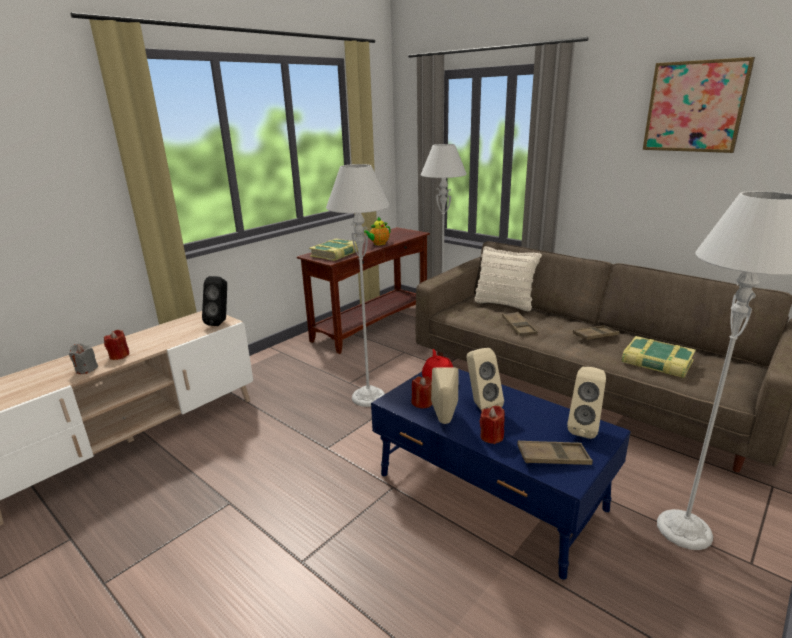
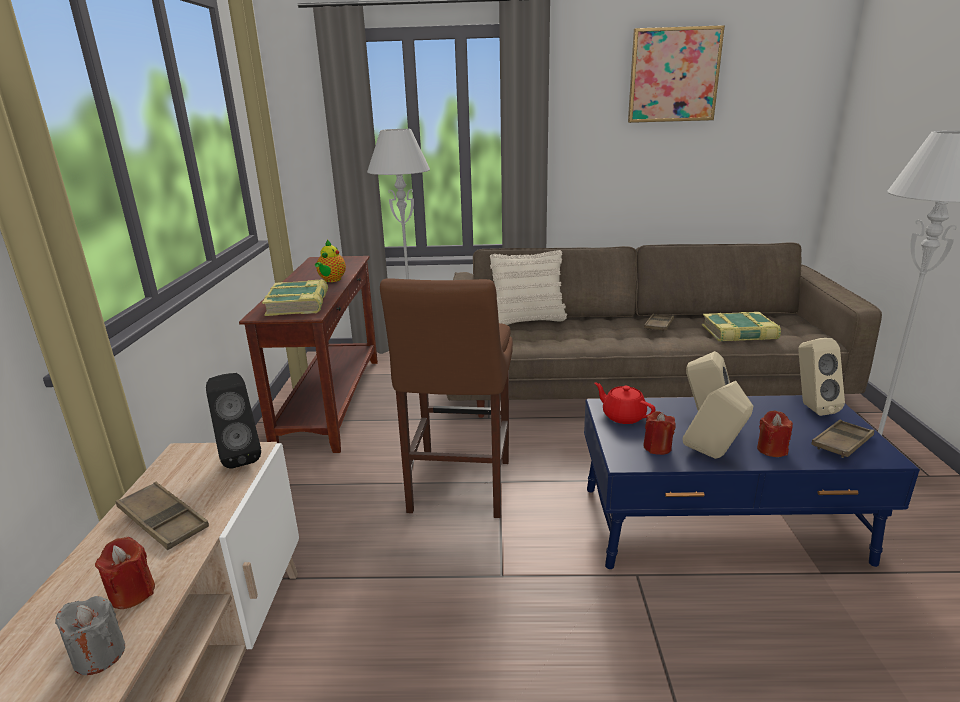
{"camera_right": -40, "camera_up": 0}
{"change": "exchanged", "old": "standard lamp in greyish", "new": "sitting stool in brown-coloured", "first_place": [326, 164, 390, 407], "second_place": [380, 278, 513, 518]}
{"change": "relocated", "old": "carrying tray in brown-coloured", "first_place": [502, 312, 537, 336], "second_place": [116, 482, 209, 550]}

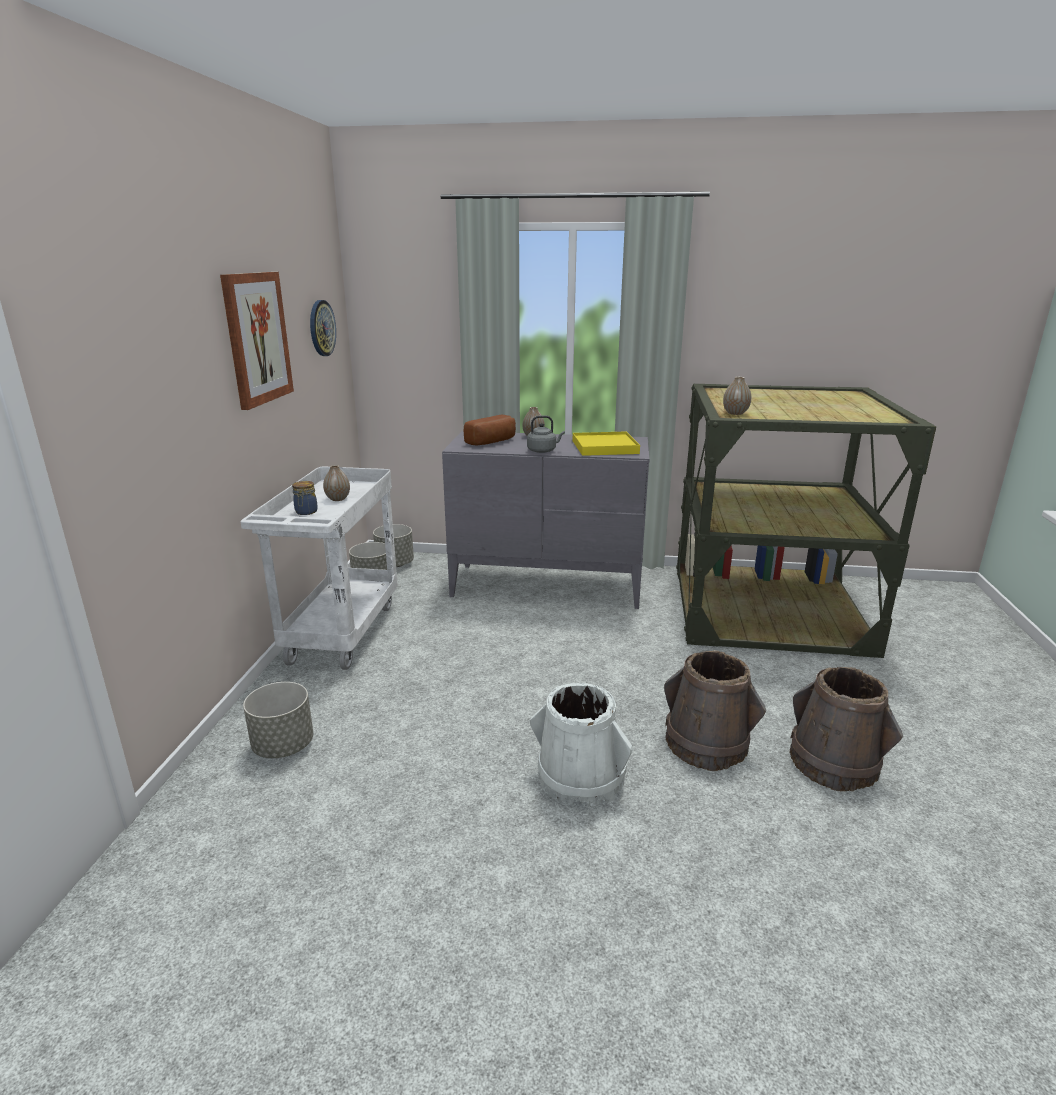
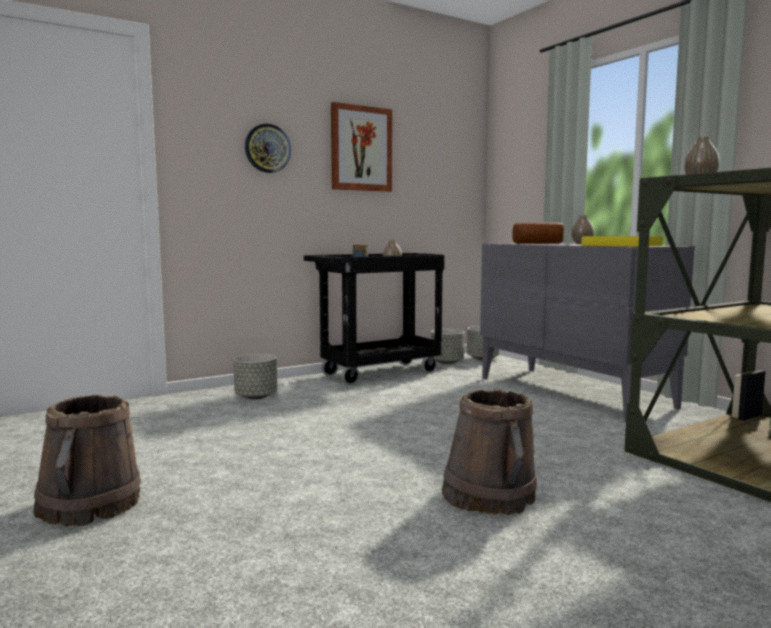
{"camera_right": 50, "camera_up": -15}
{"change": "relocated", "old": "hanging clock", "first_place": [310, 300, 336, 356], "second_place": [245, 124, 291, 173]}
{"change": "missing", "old": "tea kettle in greyish", "first_place": [527, 415, 565, 453]}
{"change": "colour", "old": "wheeled cart in white", "new": "wheeled cart in blackish", "first_place": [241, 467, 398, 670], "second_place": [304, 253, 445, 385]}
{"change": "relocated", "old": "bucket in brown-coloured", "first_place": [789, 667, 903, 791], "second_place": [33, 395, 141, 527]}
{"change": "missing", "old": "bucket in white", "first_place": [530, 683, 632, 808]}

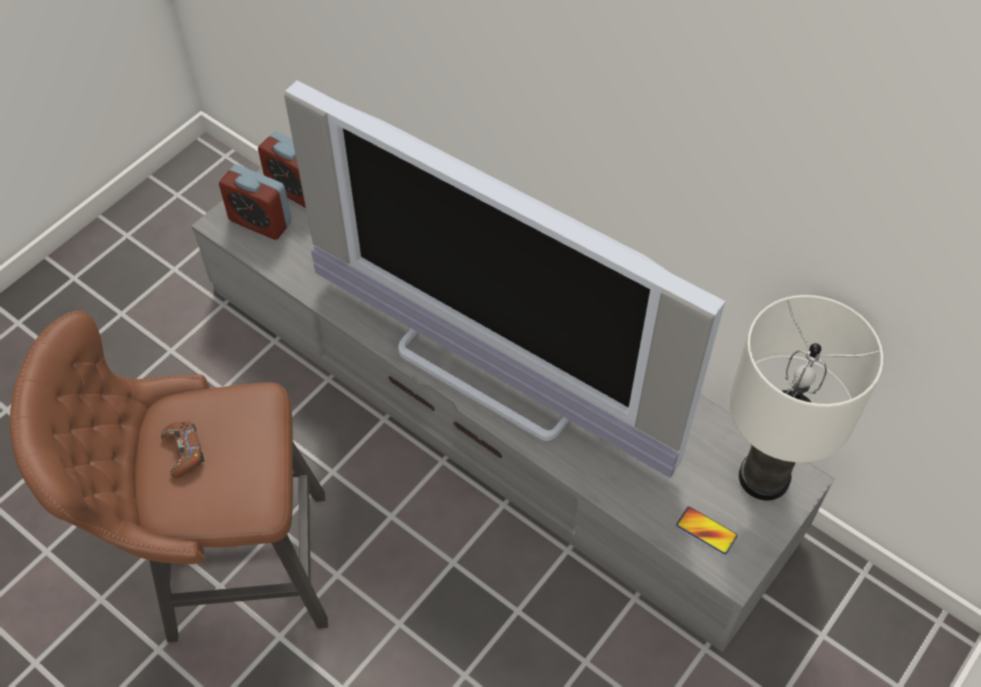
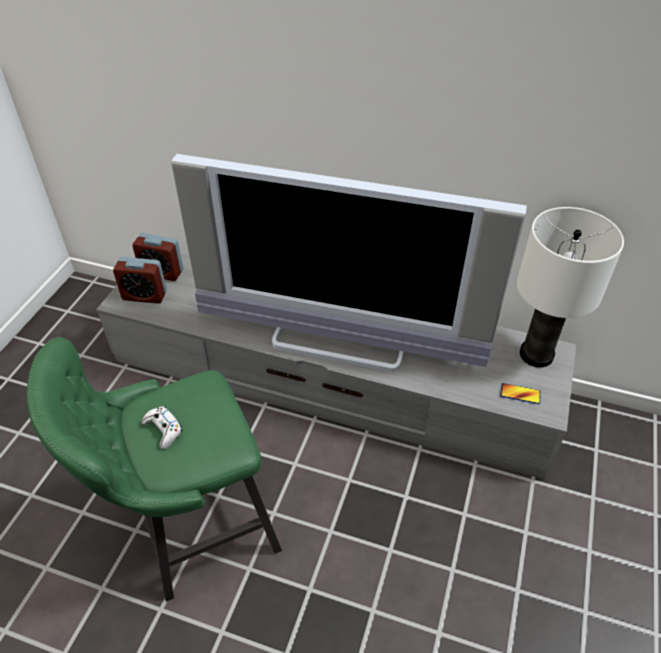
{"camera_right": -20, "camera_up": -10}
{"change": "colour", "old": "sitting stool in brown-coloured", "new": "sitting stool in green", "first_place": [10, 311, 328, 643], "second_place": [26, 337, 282, 602]}
{"change": "colour", "old": "gamepad in brown-coloured", "new": "gamepad in white", "first_place": [161, 422, 205, 478], "second_place": [142, 406, 183, 449]}

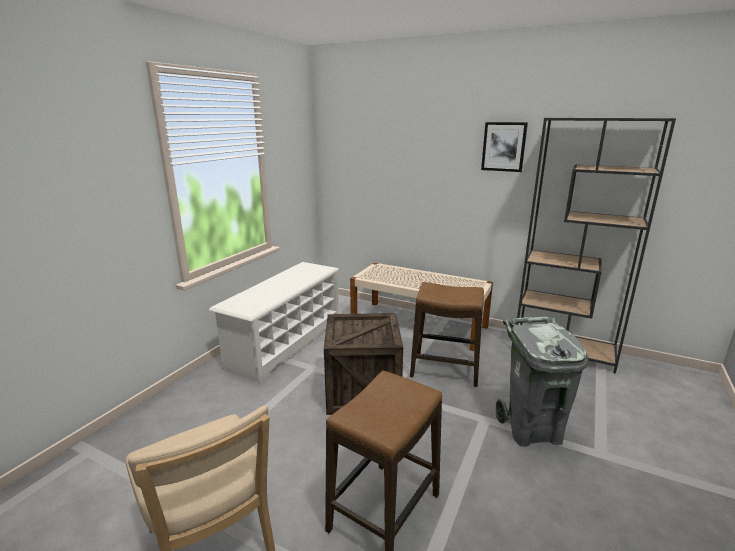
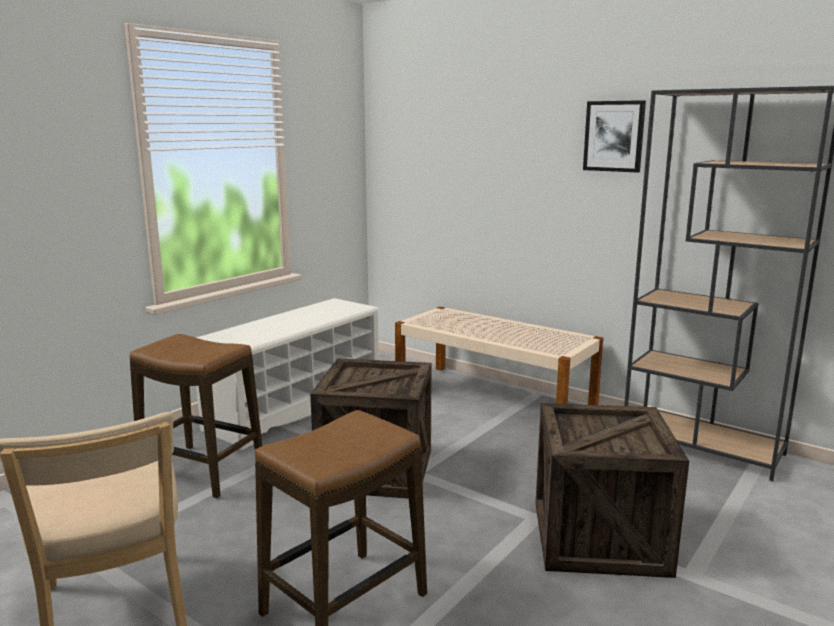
{"camera_right": 10, "camera_up": -5}
{"change": "relocated", "old": "sitting stool", "first_place": [410, 282, 484, 387], "second_place": [130, 334, 262, 498]}
{"change": "exchanged", "old": "rubbish bin in greyish", "new": "crate", "first_place": [496, 317, 588, 447], "second_place": [535, 403, 689, 578]}

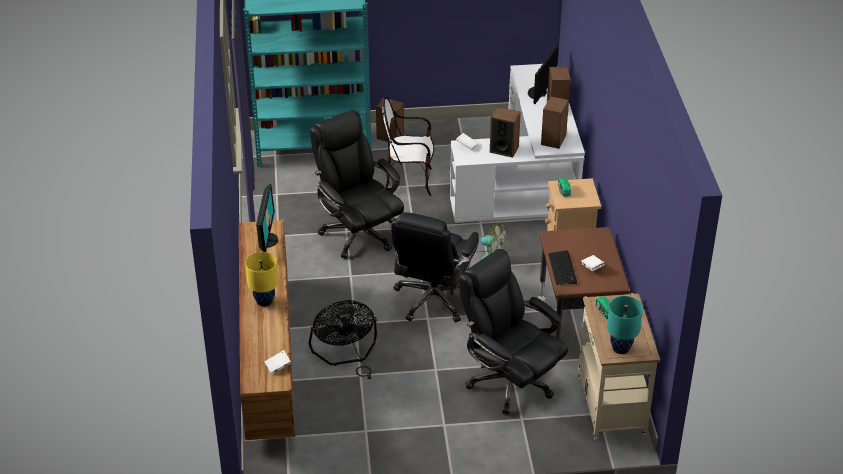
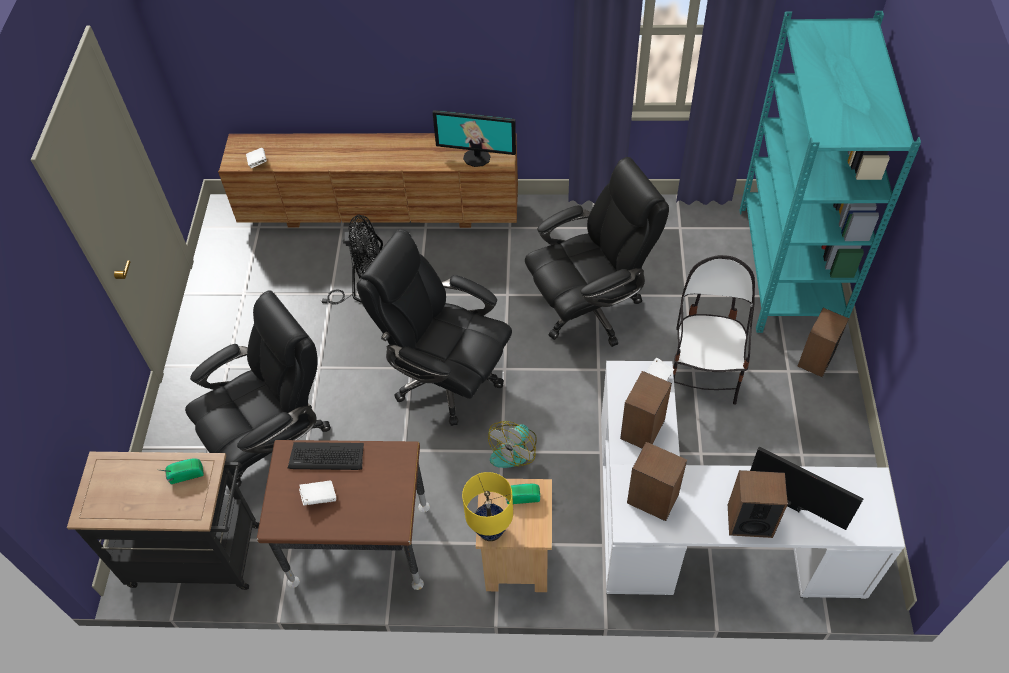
{"camera_right": 100, "camera_up": 15}
{"change": "relocated", "old": "tabletop lamp in yellowish", "first_place": [245, 252, 279, 307], "second_place": [462, 472, 513, 541]}
{"change": "colour", "old": "wheeled cart in beige-coloured", "new": "wheeled cart in blackish", "first_place": [578, 293, 660, 440], "second_place": [67, 452, 259, 590]}
{"change": "missing", "old": "tabletop lamp in blue-green", "first_place": [607, 296, 643, 354]}

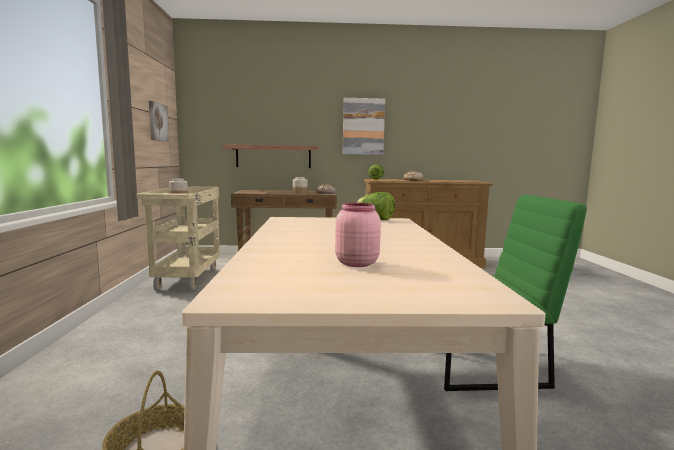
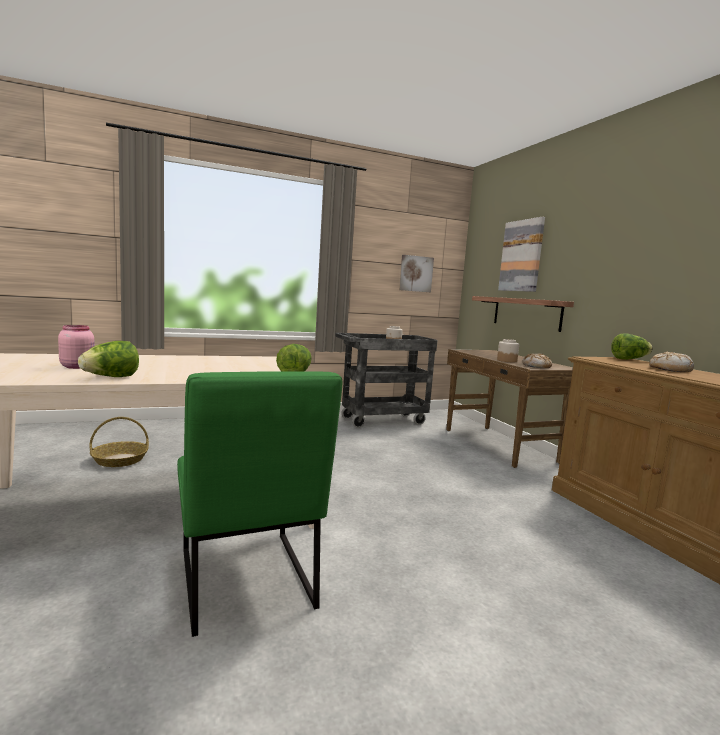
{"camera_right": 70, "camera_up": 0}
{"change": "relocated", "old": "picture", "first_place": [343, 98, 385, 155], "second_place": [498, 217, 545, 292]}
{"change": "colour", "old": "wheeled cart in beige-coloured", "new": "wheeled cart in blackish", "first_place": [137, 186, 220, 291], "second_place": [335, 333, 437, 428]}
{"change": "appeared", "new": "lettuce head", "second_place": [78, 341, 139, 377]}

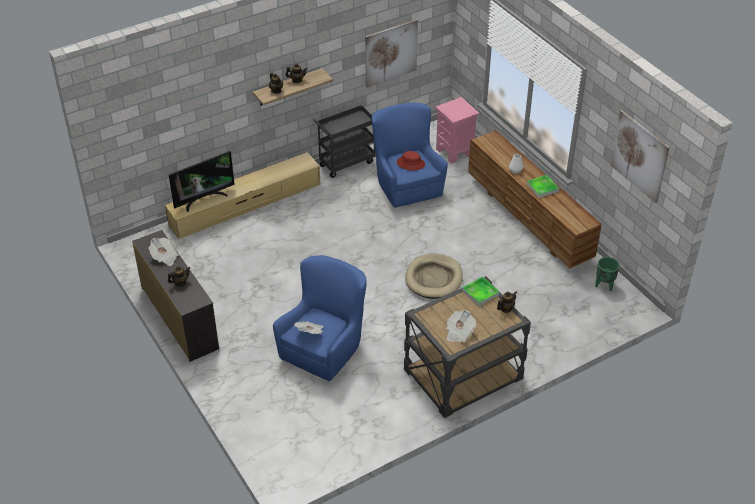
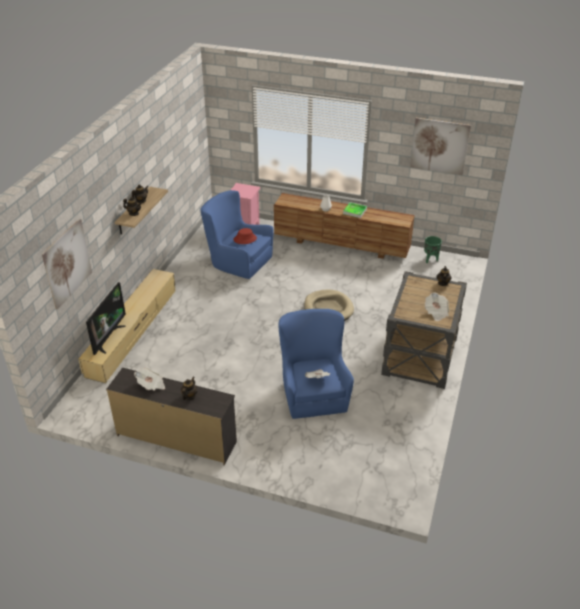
{"camera_right": -40, "camera_up": -5}
{"change": "relocated", "old": "picture", "first_place": [365, 19, 418, 88], "second_place": [42, 219, 92, 310]}
{"change": "missing", "old": "wheeled cart in greyish", "first_place": [313, 105, 376, 178]}
{"change": "missing", "old": "carrying tray", "first_place": [462, 277, 500, 306]}

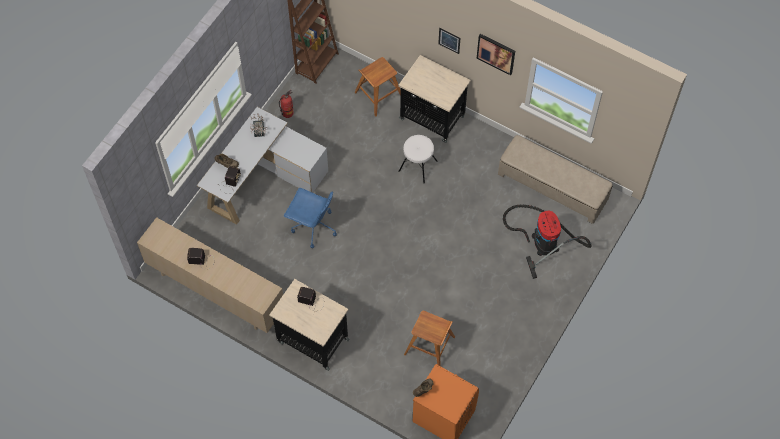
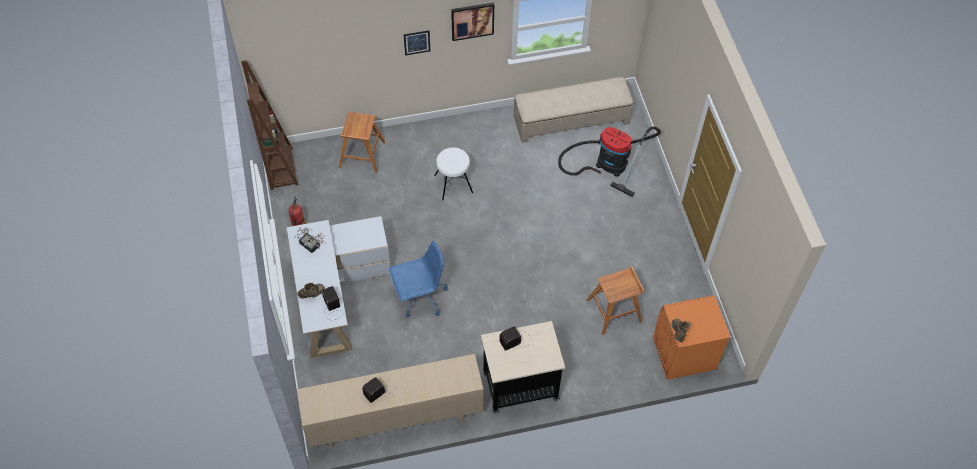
{"camera_right": -45, "camera_up": -5}
{"change": "missing", "old": "wheeled cart in blackish", "first_place": [398, 55, 471, 143]}

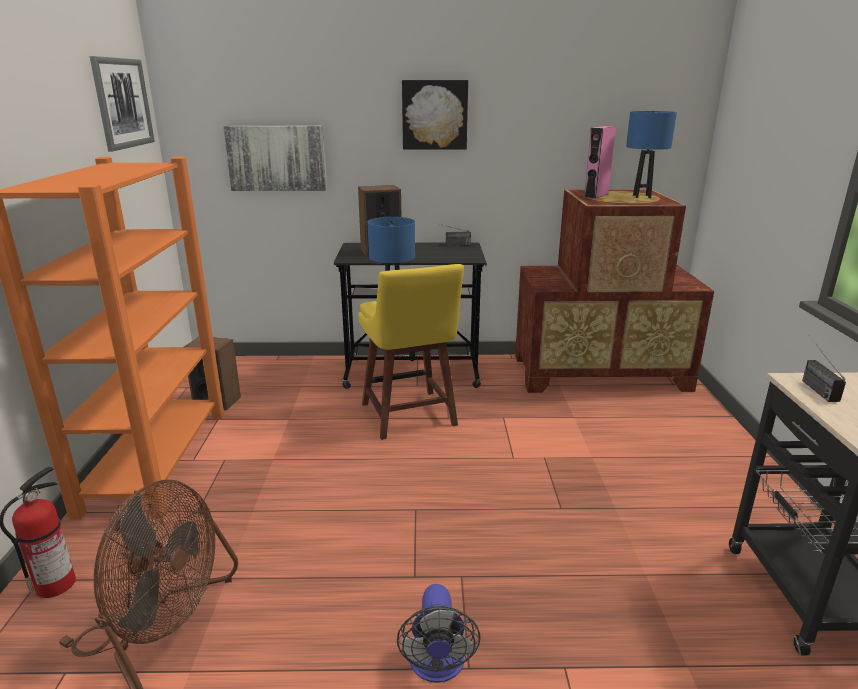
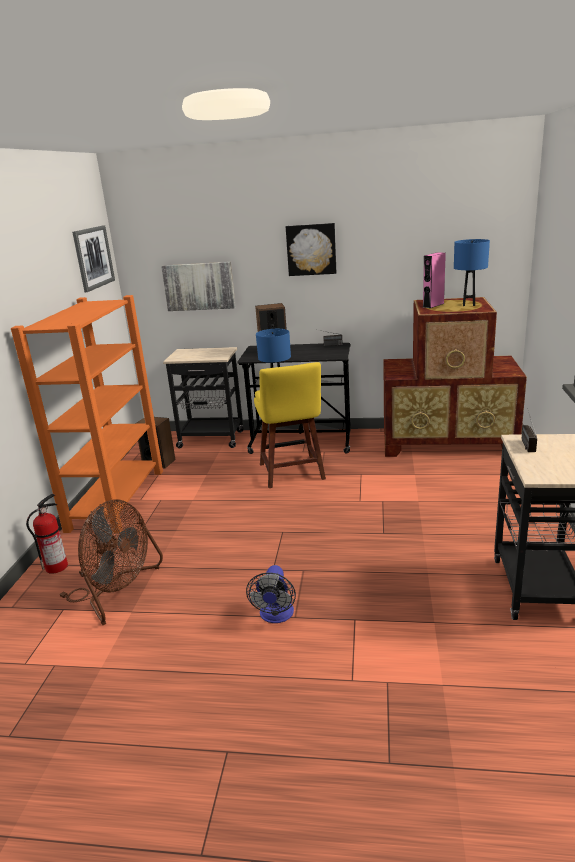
{"camera_right": 10, "camera_up": 0}
{"change": "appeared", "new": "wheeled cart", "second_place": [163, 347, 244, 448]}

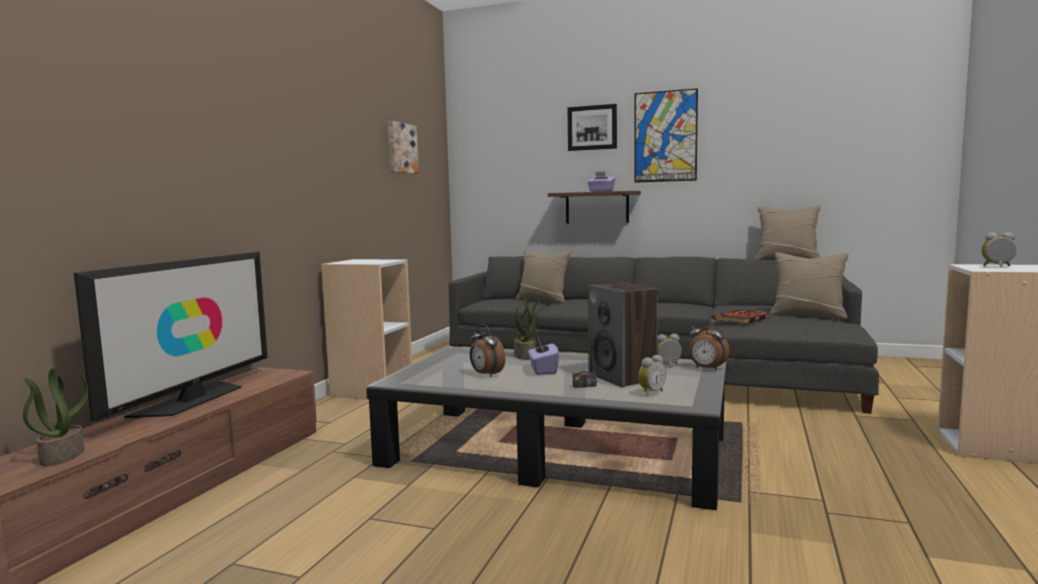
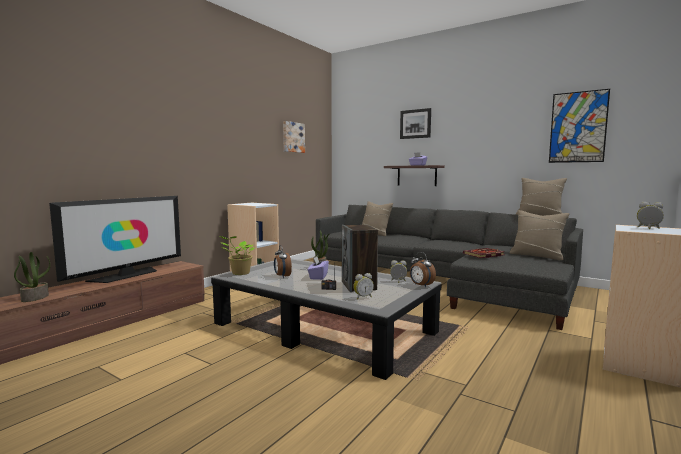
{"camera_right": 15, "camera_up": 0}
{"change": "relocated", "old": "picture", "first_place": [634, 88, 698, 183], "second_place": [549, 89, 610, 163]}
{"change": "appeared", "new": "potted plant", "second_place": [220, 236, 255, 275]}

